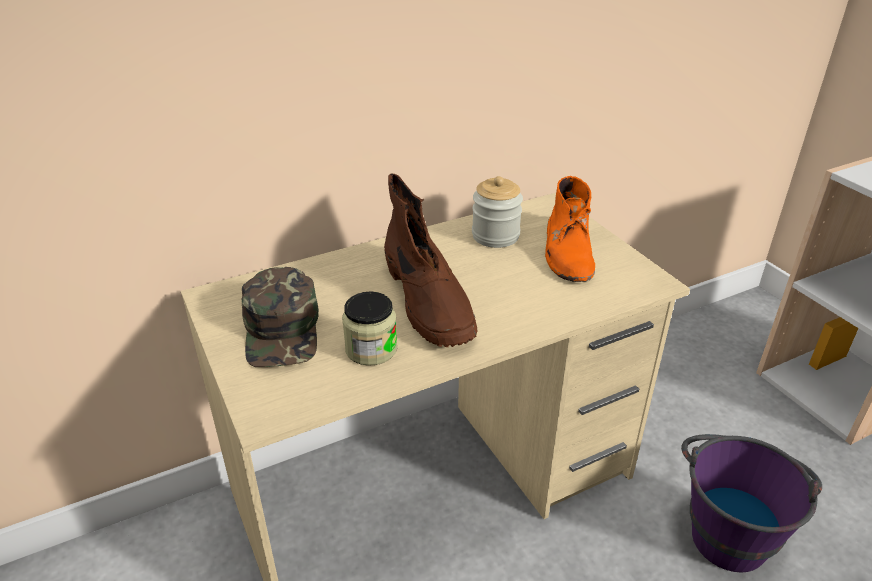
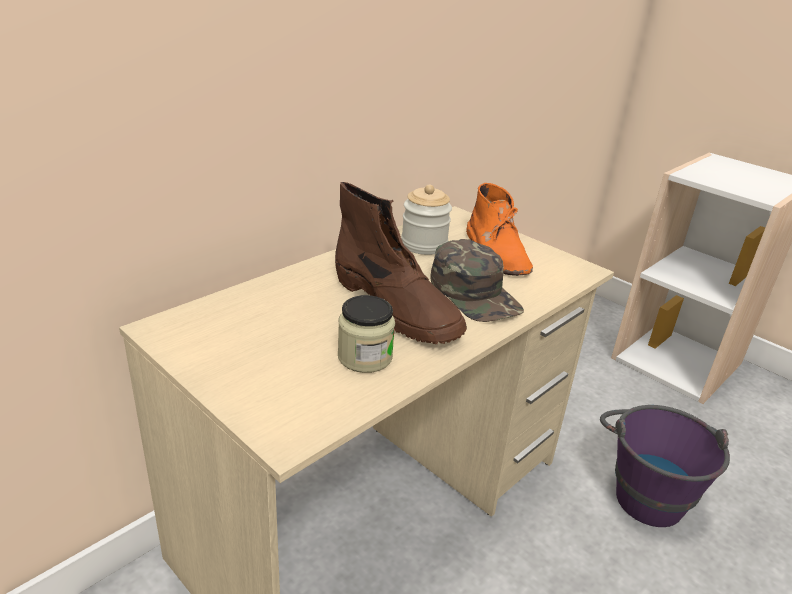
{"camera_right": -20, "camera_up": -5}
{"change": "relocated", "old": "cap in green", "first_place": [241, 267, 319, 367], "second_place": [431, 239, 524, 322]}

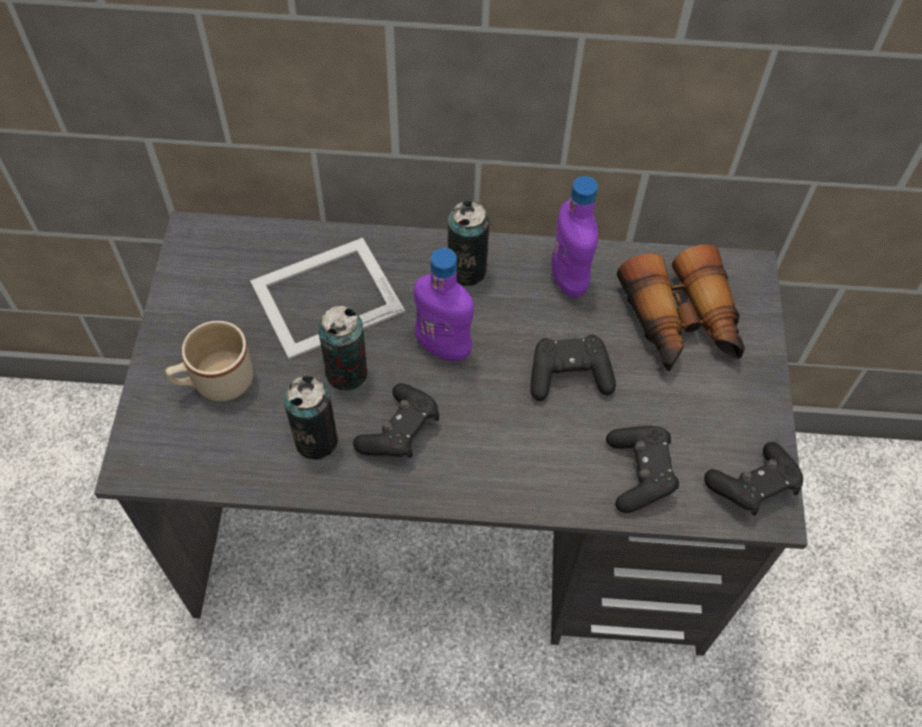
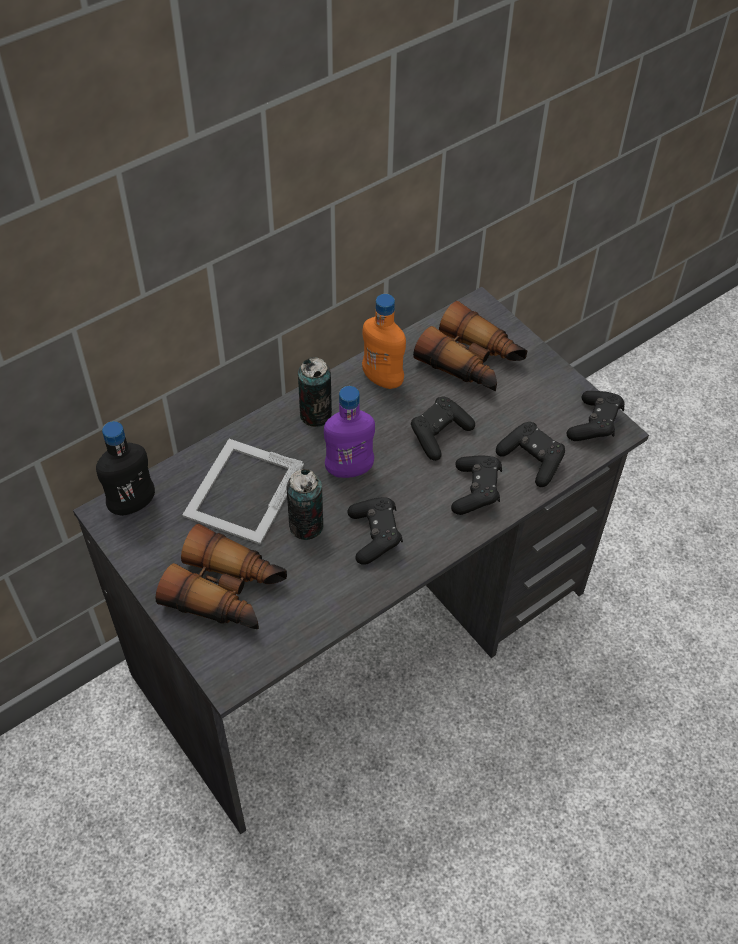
{"camera_right": -40, "camera_up": -5}
{"change": "colour", "old": "bottle in purplish", "new": "bottle in orange", "first_place": [552, 176, 598, 297], "second_place": [362, 294, 406, 389]}
{"change": "exchanged", "old": "tea mug in beige-coloured", "new": "binoculars", "first_place": [165, 321, 253, 401], "second_place": [155, 524, 287, 629]}
{"change": "missing", "old": "metal can", "first_place": [284, 376, 339, 460]}
{"change": "appeared", "new": "bottle in blackish", "second_place": [96, 421, 155, 516]}
{"change": "appeared", "new": "gamepad in blackish", "second_place": [451, 456, 502, 515]}

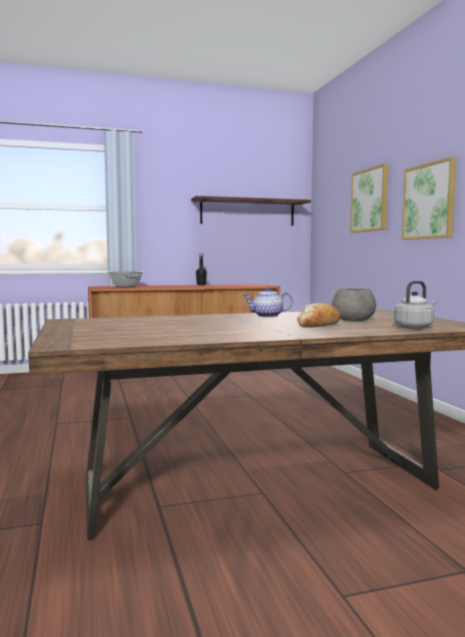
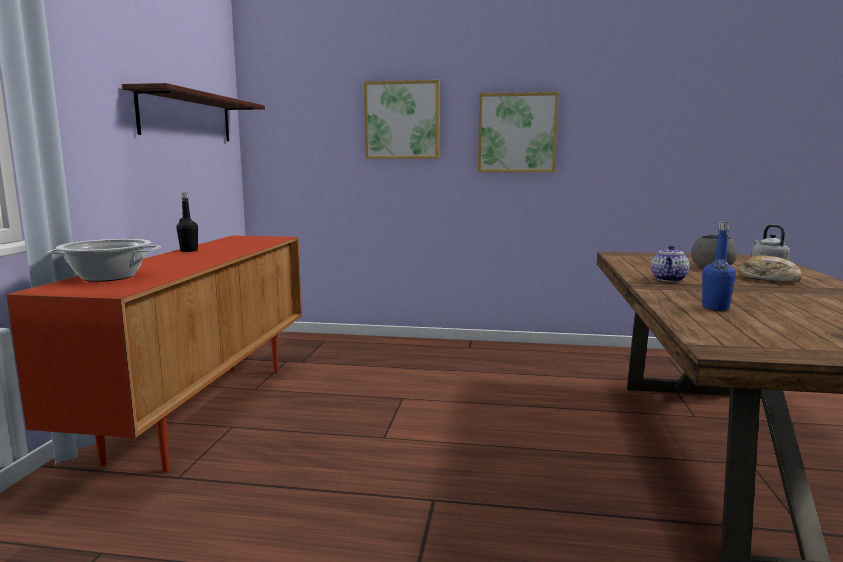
{"camera_right": -65, "camera_up": 5}
{"change": "appeared", "new": "bottle in bluish", "second_place": [702, 221, 736, 311]}

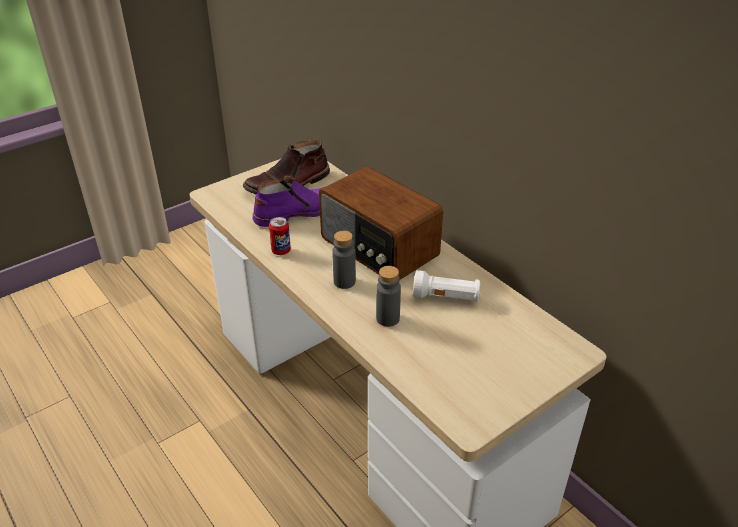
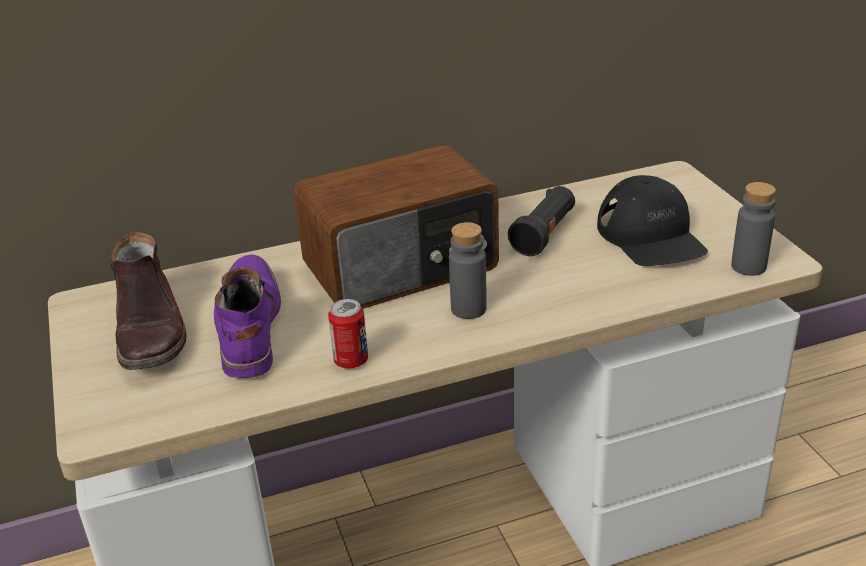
{"camera_right": -70, "camera_up": -5}
{"change": "relocated", "old": "bottle in greyish", "first_place": [376, 266, 401, 327], "second_place": [731, 182, 776, 276]}
{"change": "colour", "old": "hand torch in white", "new": "hand torch in blackish", "first_place": [413, 270, 480, 302], "second_place": [508, 186, 575, 256]}
{"change": "appeared", "new": "cap in blackish", "second_place": [597, 175, 708, 266]}

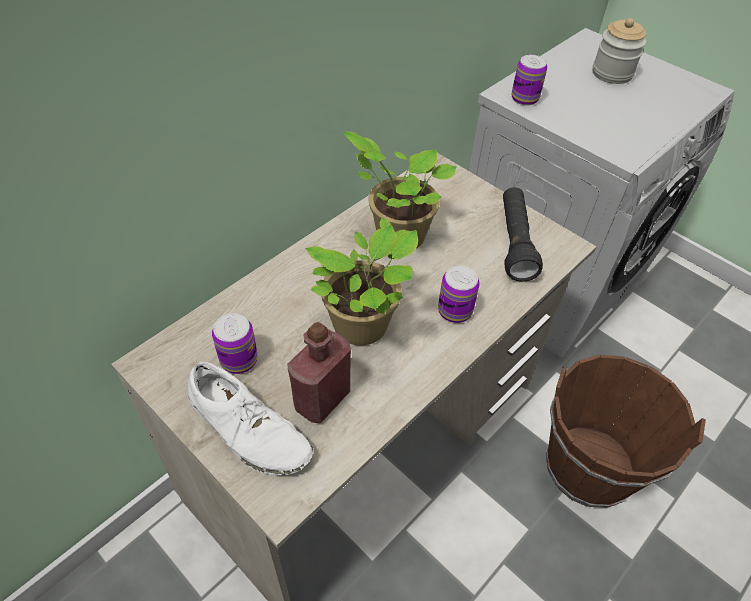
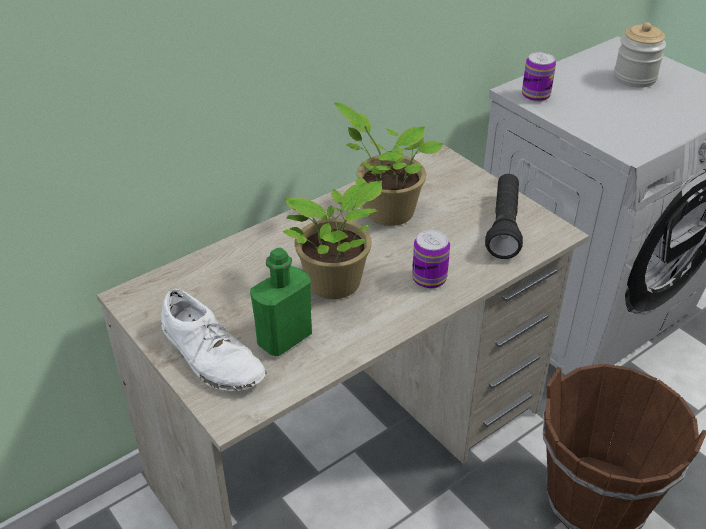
{"camera_right": 10, "camera_up": -10}
{"change": "missing", "old": "metal can", "first_place": [212, 313, 258, 374]}
{"change": "colour", "old": "bottle in red-coloured", "new": "bottle in green", "first_place": [288, 322, 351, 423], "second_place": [250, 247, 312, 356]}

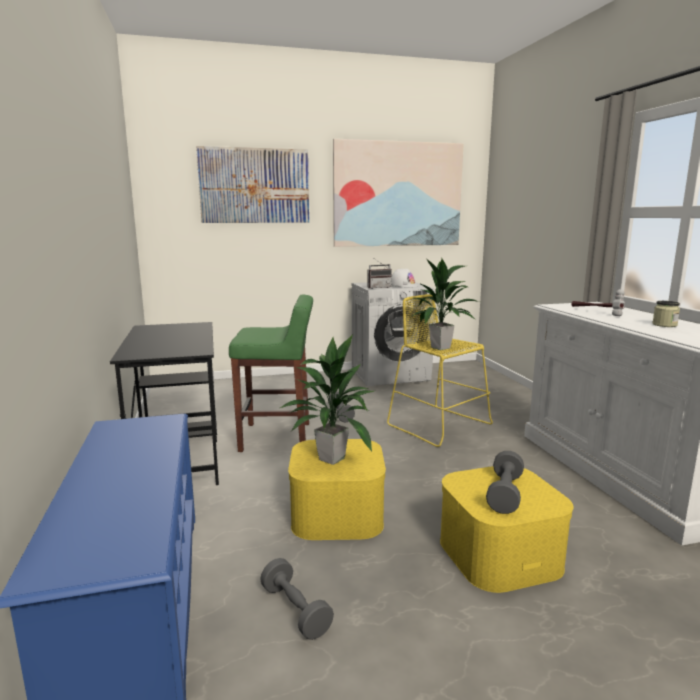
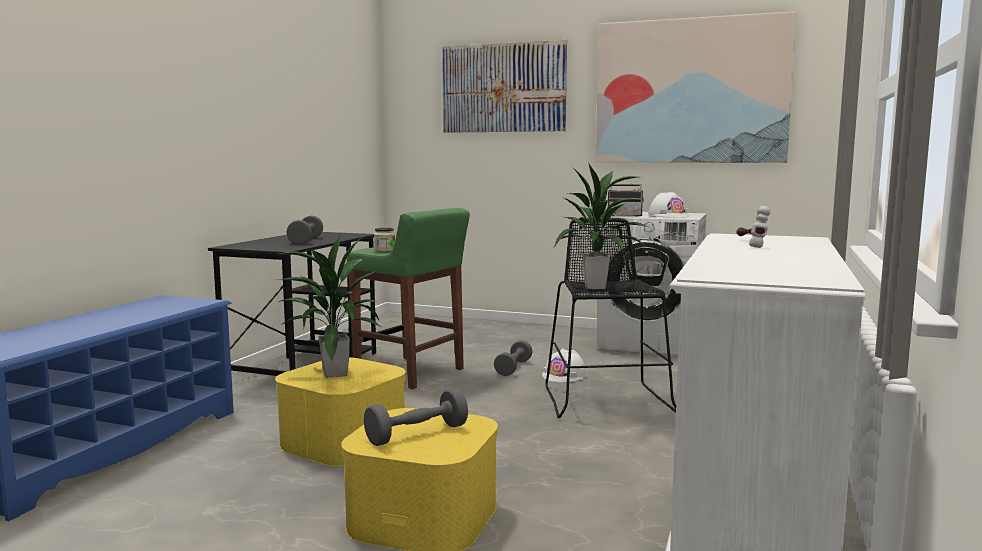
{"camera_right": 35, "camera_up": -5}
{"change": "colour", "old": "sitting stool in yellowish", "new": "sitting stool in blackish", "first_place": [387, 294, 493, 447], "second_place": [545, 218, 676, 418]}
{"change": "relocated", "old": "preserve jar", "first_place": [652, 301, 680, 327], "second_place": [374, 227, 395, 252]}
{"change": "relocated", "old": "free weight in greyish", "first_place": [260, 558, 334, 640], "second_place": [287, 215, 323, 244]}
{"change": "appeared", "new": "hard hat in white", "second_place": [542, 348, 587, 383]}

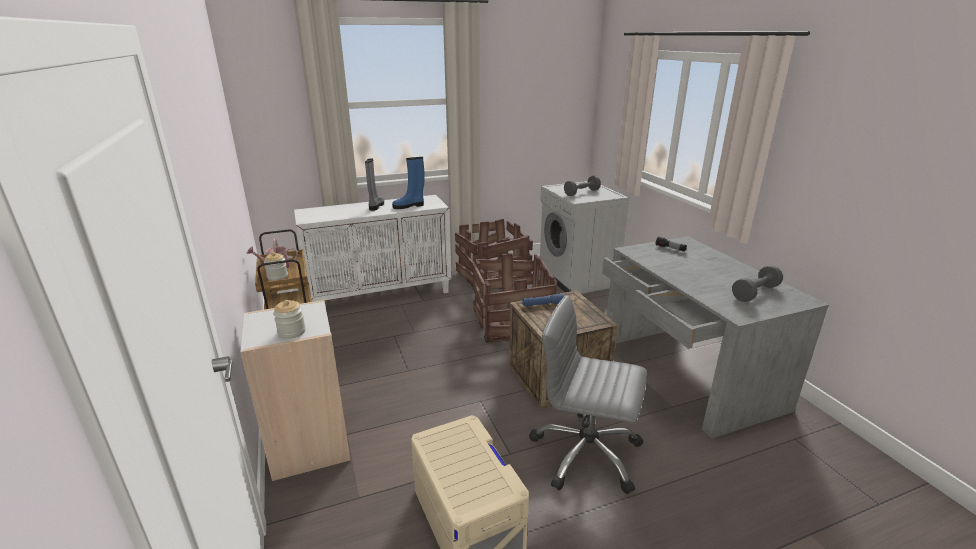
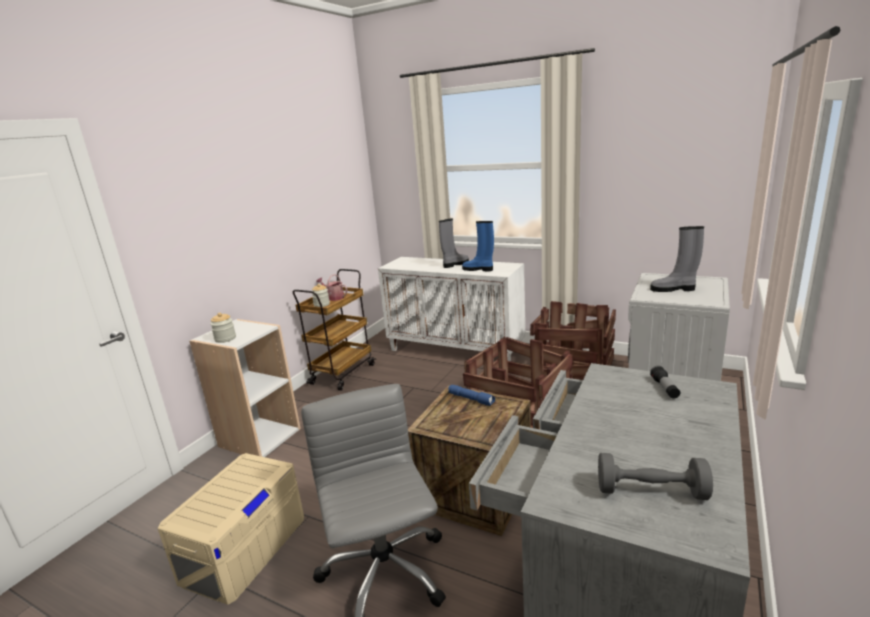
{"camera_right": 50, "camera_up": -5}
{"change": "exchanged", "old": "free weight in greyish", "new": "tall boot in greyish", "first_place": [564, 176, 601, 196], "second_place": [650, 226, 704, 292]}

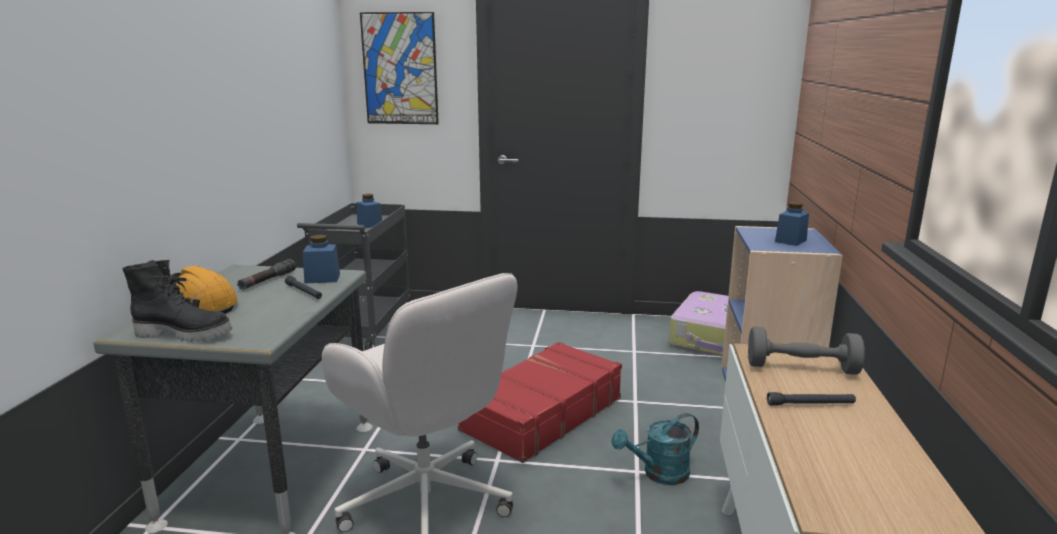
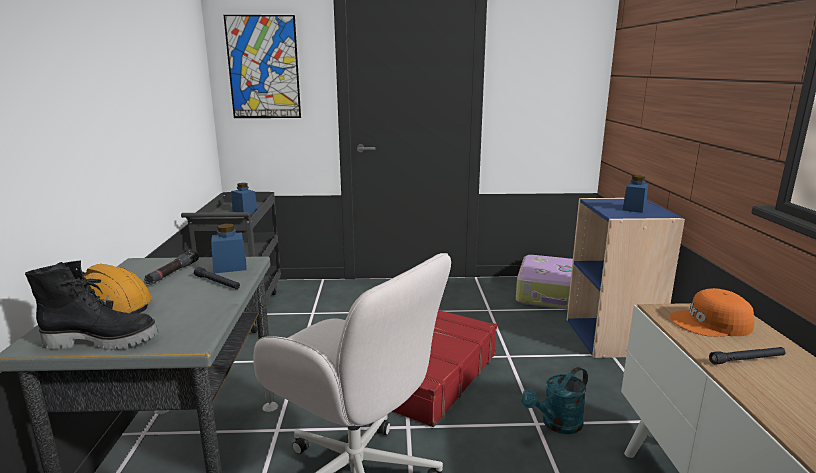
{"camera_right": -10, "camera_up": 0}
{"change": "exchanged", "old": "free weight in greyish", "new": "cap in orange", "first_place": [748, 326, 865, 375], "second_place": [670, 288, 754, 337]}

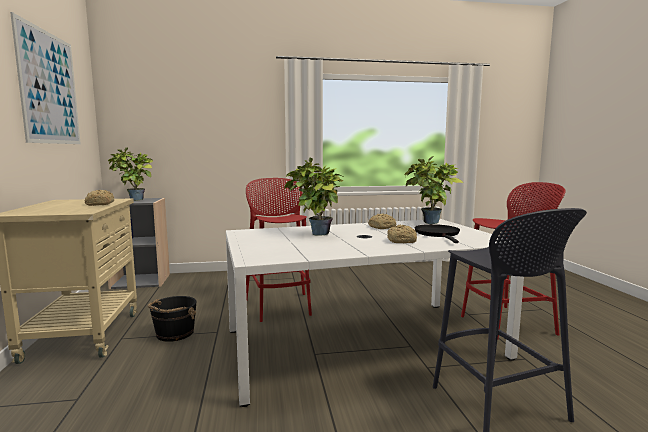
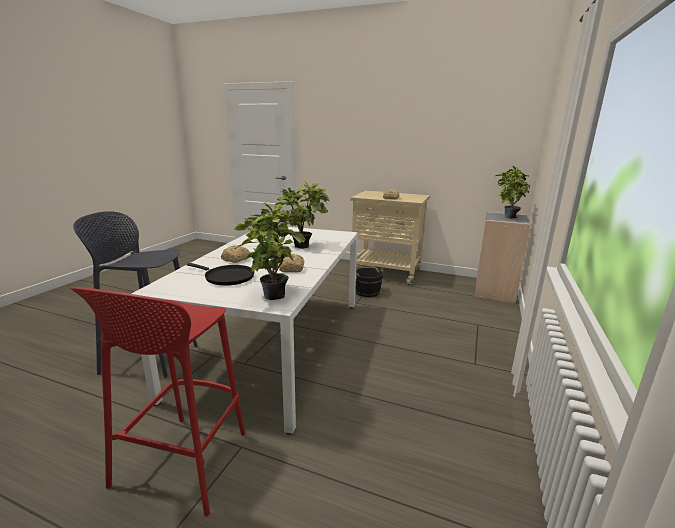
{"camera_right": 120, "camera_up": 10}
{"change": "missing", "old": "picture", "first_place": [10, 12, 81, 144]}
{"change": "missing", "old": "sitting stool in red-coloured", "first_place": [246, 178, 312, 322]}

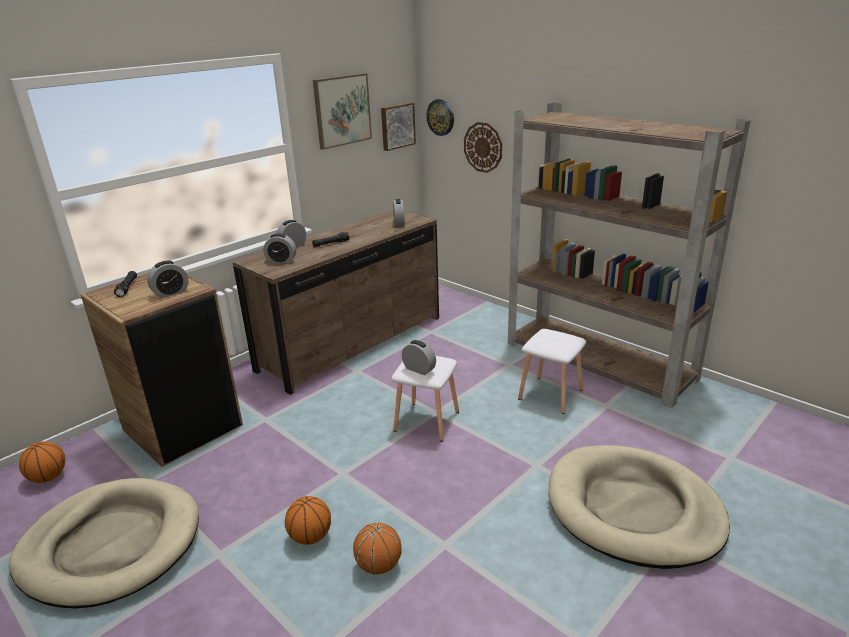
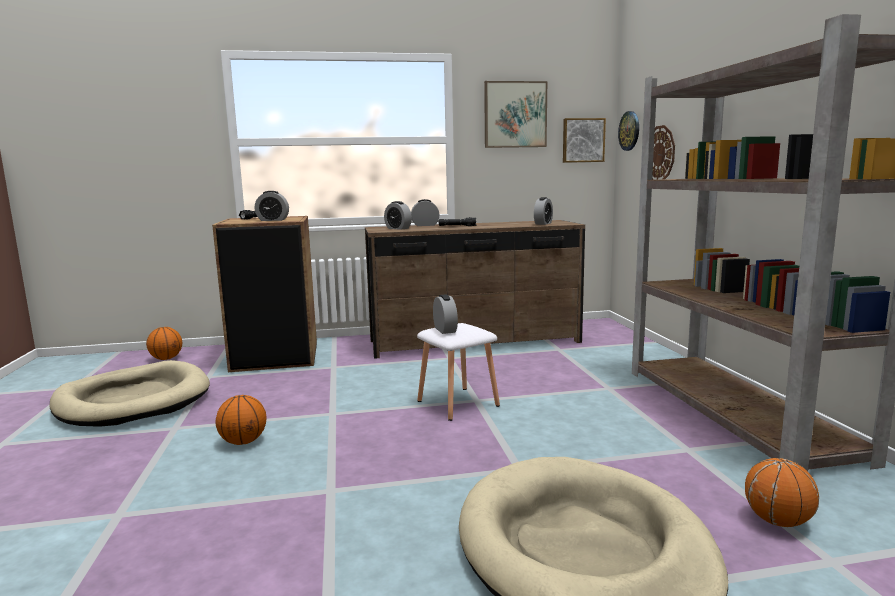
{"camera_right": 35, "camera_up": -15}
{"change": "missing", "old": "sitting stool in white", "first_place": [518, 329, 586, 414]}
{"change": "relocated", "old": "basketball ball", "first_place": [353, 523, 402, 575], "second_place": [745, 458, 819, 527]}

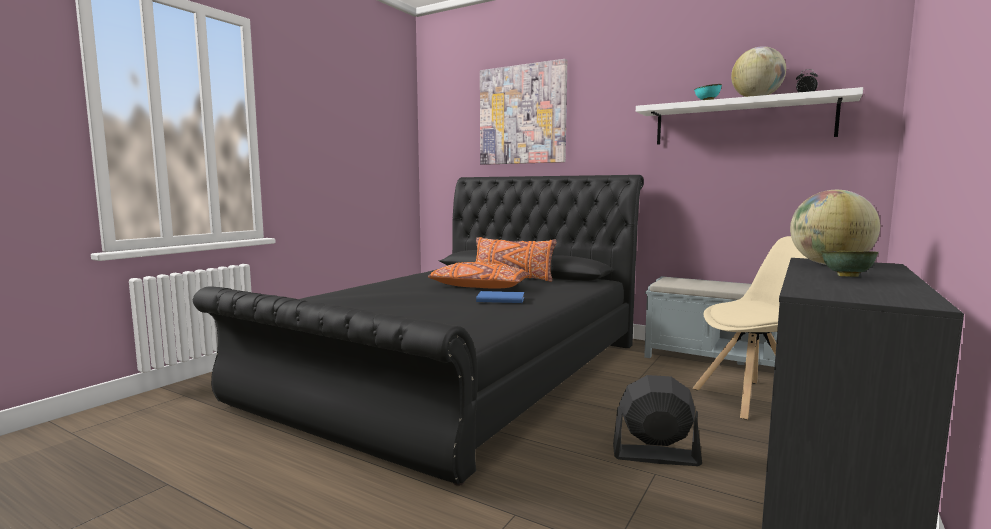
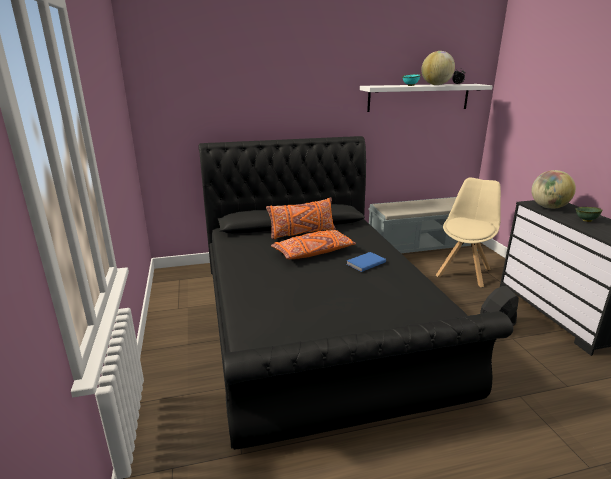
{"camera_right": -45, "camera_up": 15}
{"change": "missing", "old": "picture", "first_place": [480, 59, 567, 165]}

